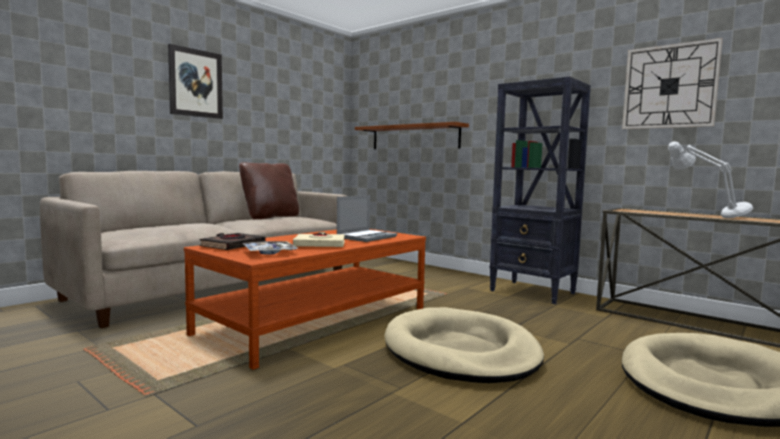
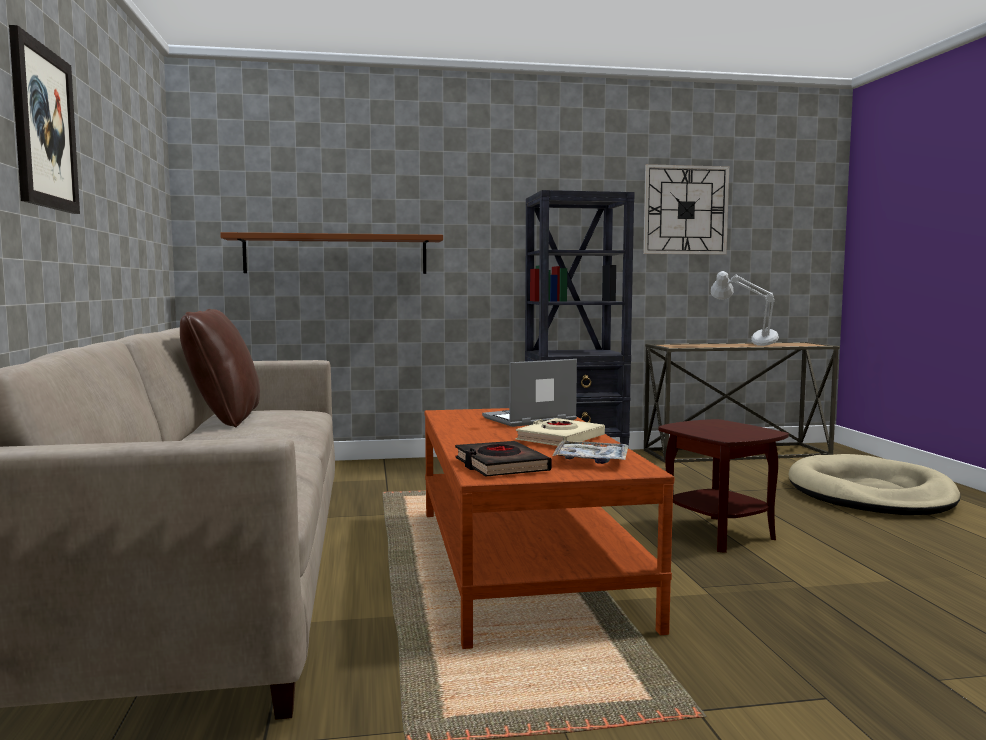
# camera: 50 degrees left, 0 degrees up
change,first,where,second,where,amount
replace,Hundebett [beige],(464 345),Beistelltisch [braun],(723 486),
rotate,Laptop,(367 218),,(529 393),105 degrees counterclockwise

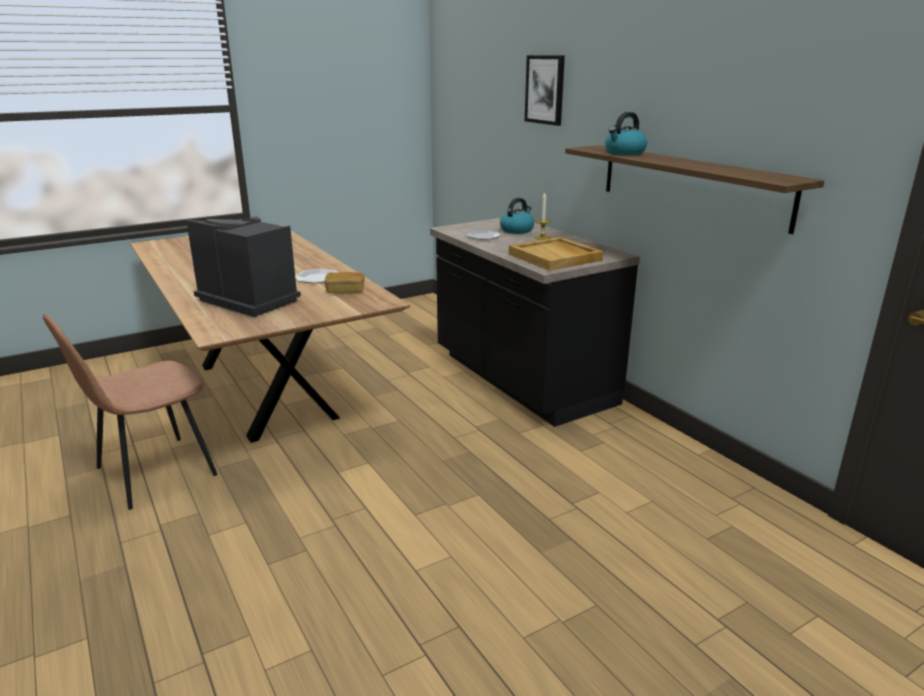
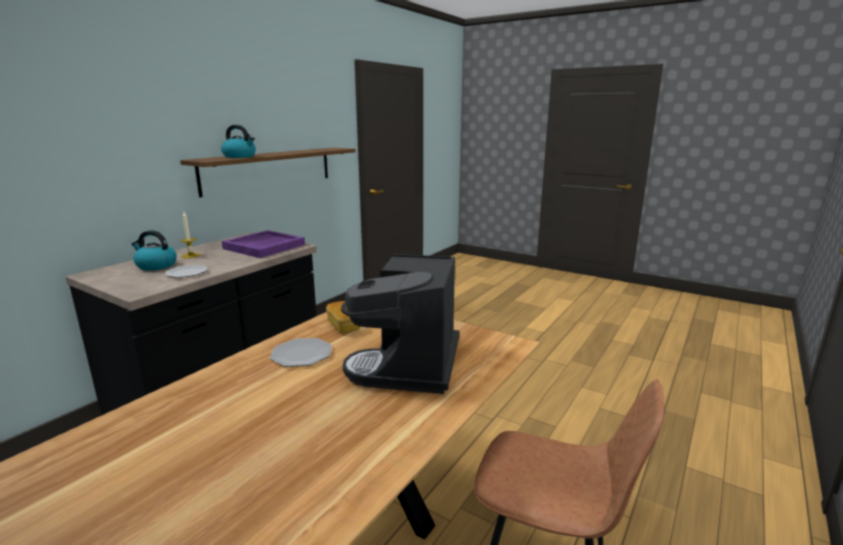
# camera: 115 degrees left, 5 degrees down
change,first,where,second,where,amount
delete,Bild,(545 90),,,
recolor,Tablett [beige],(556 254),Tablett [lila],(263 244),

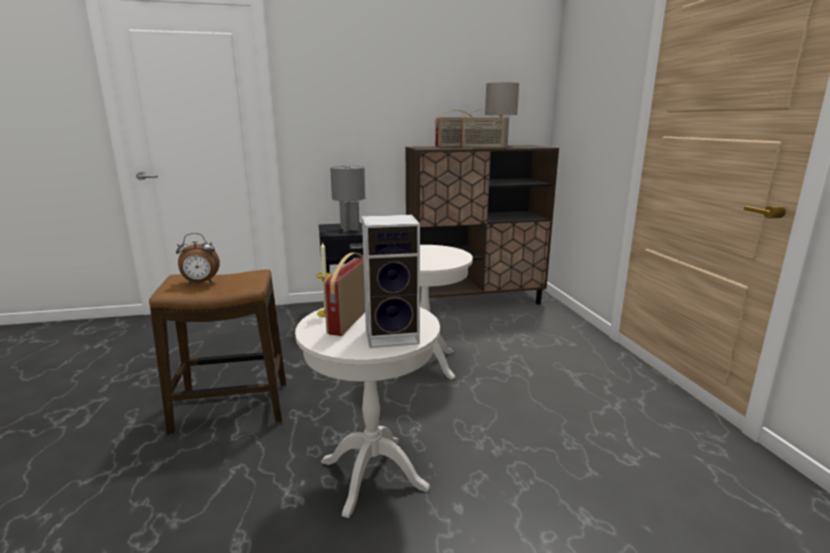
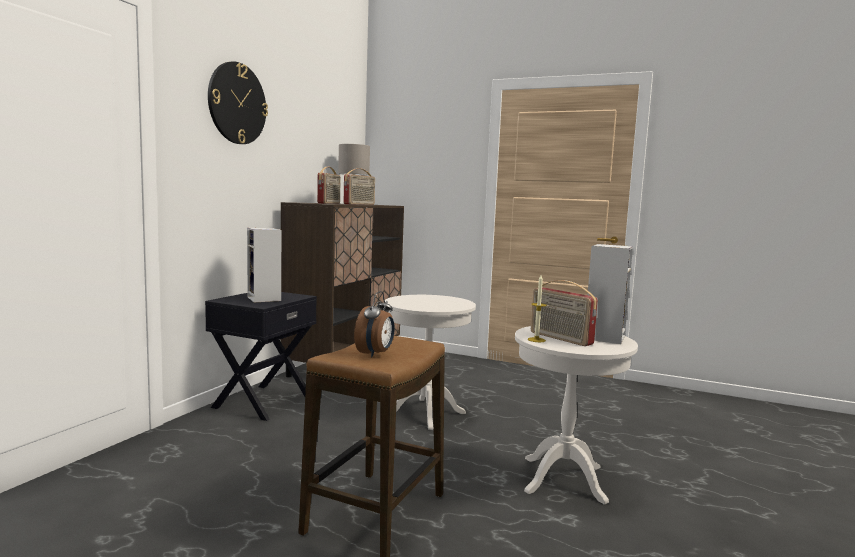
# camera: 55 degrees left, 10 degrees down
change,first,where,second,where,amount
insert,,,Wanduhr,(238 102),
replace,Tischlampe [grau],(348 199),Lautsprecher,(264 265),

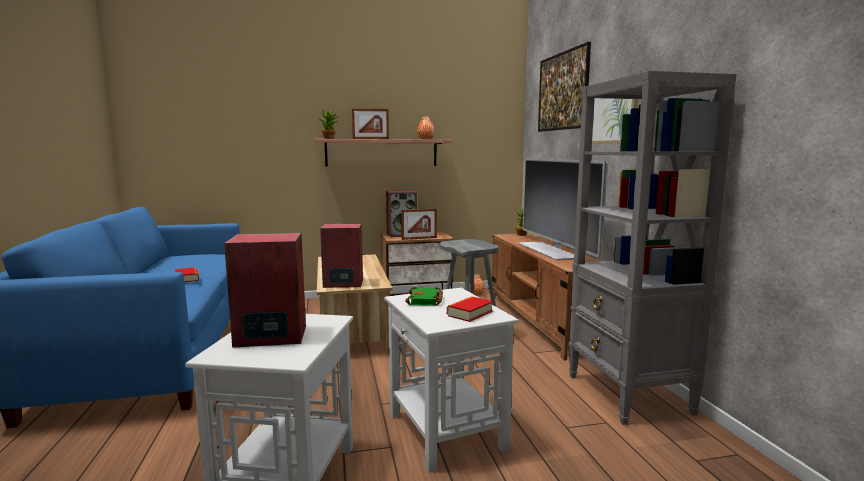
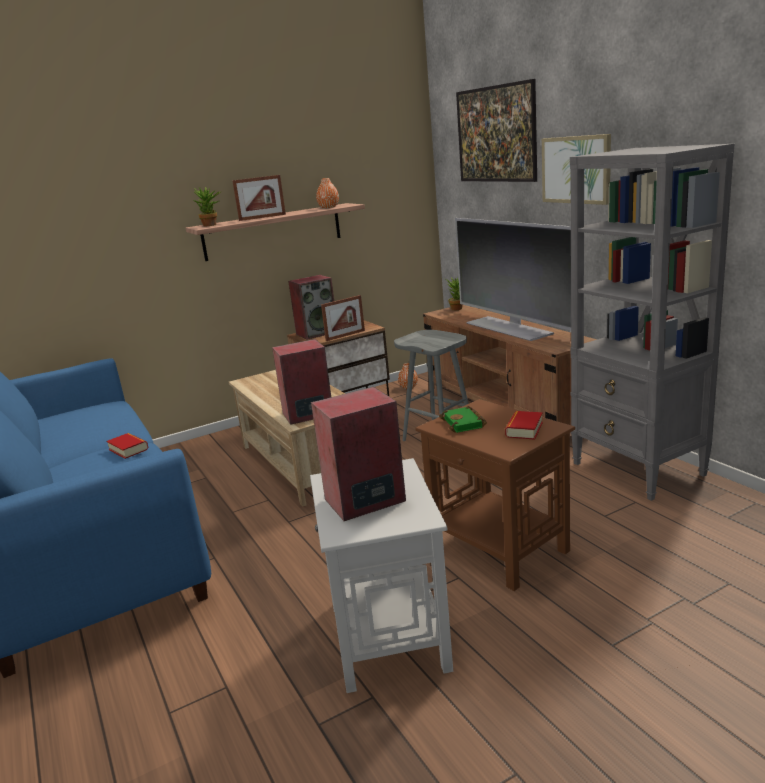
# camera: 15 degrees left, 10 degrees up
change,first,where,second,where,amount
recolor,Beistelltisch [weiß],(451 380),Beistelltisch [braun],(495 495),

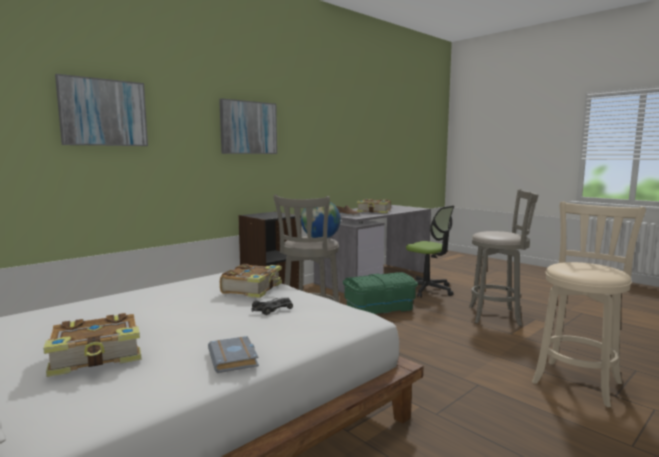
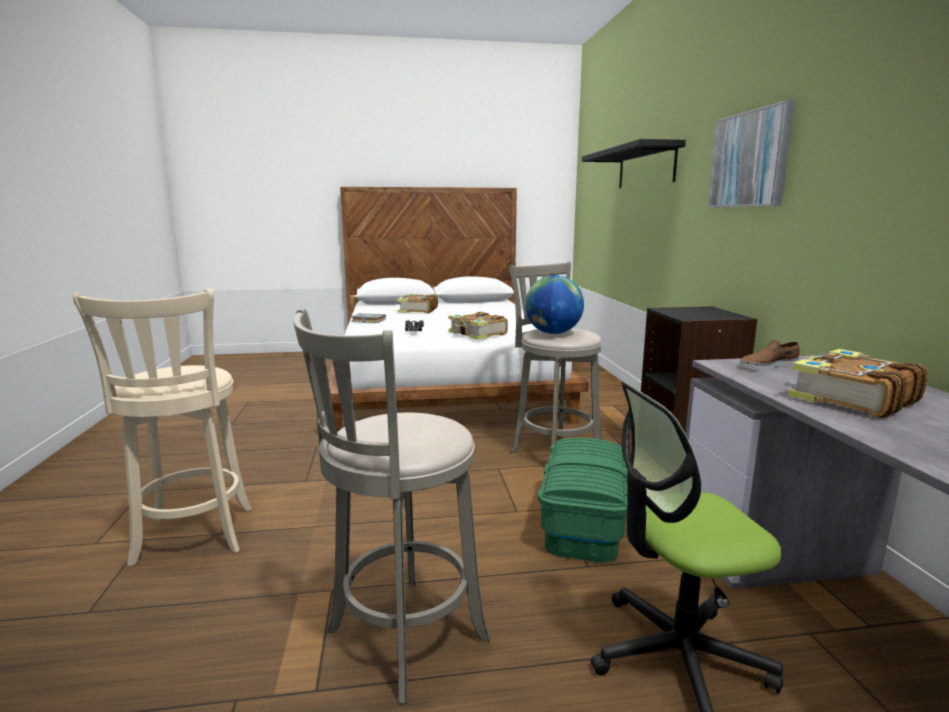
# camera: 125 degrees right, 5 degrees up
change,first,where,second,where,amount
replace,Bild,(101 110),Wandregal [schwarz],(634 163),

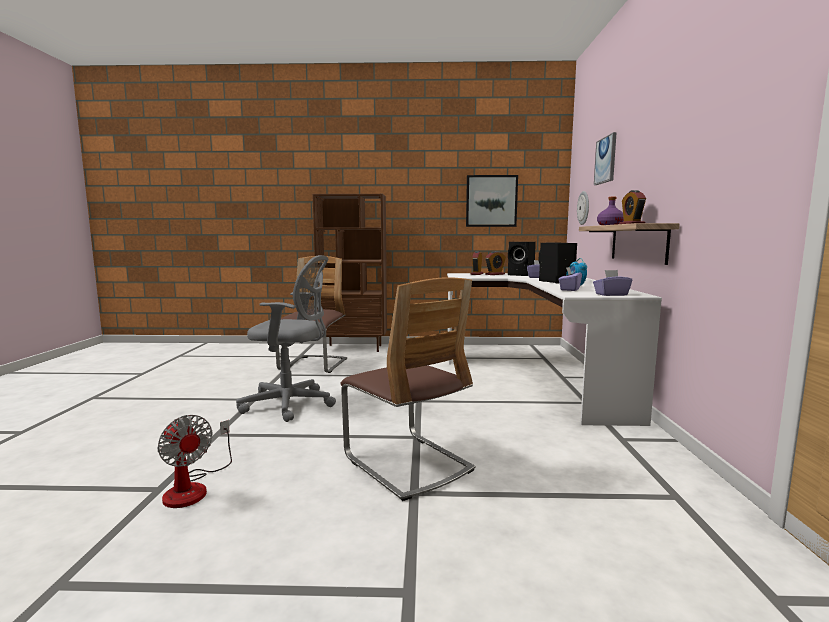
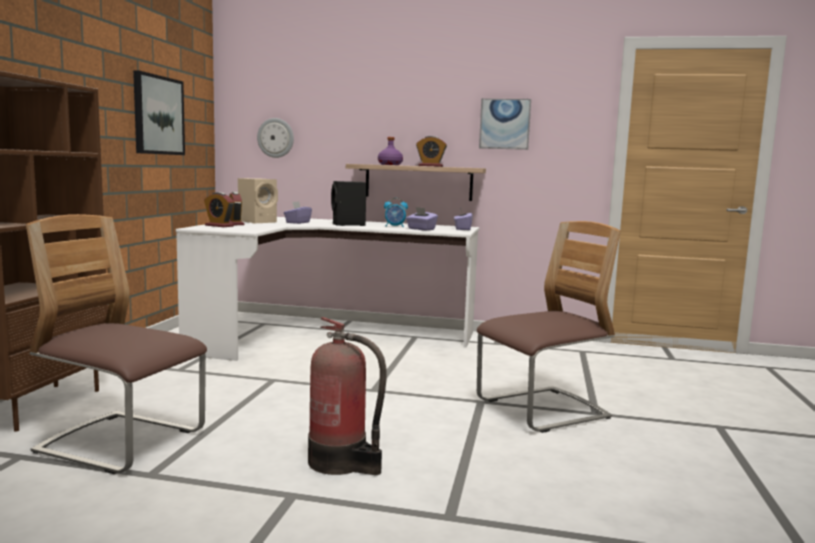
# camera: 80 degrees left, 0 degrees up
change,first,where,second,where,amount
delete,Ventilator,(194 461),,,
move,Bild,(605 158),,(505 124),
replace,Bürostuhl [grau],(286 338),Feuerlöscher,(347 396),
recolor,Lautsprecher [schwarz],(522 259),Lautsprecher [beige],(258 200),

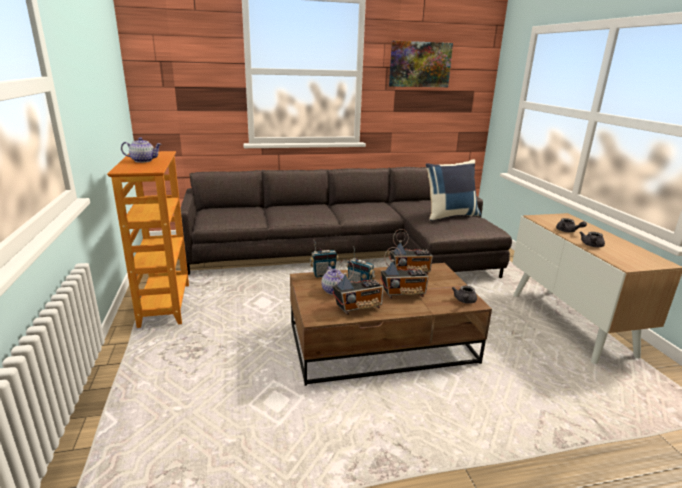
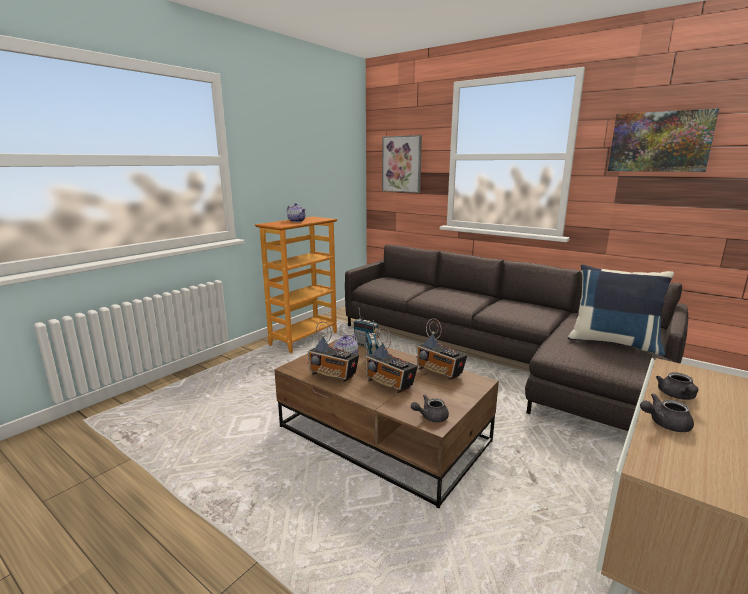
# camera: 50 degrees right, 5 degrees down
change,first,where,second,where,amount
insert,,,Bild,(402 164),

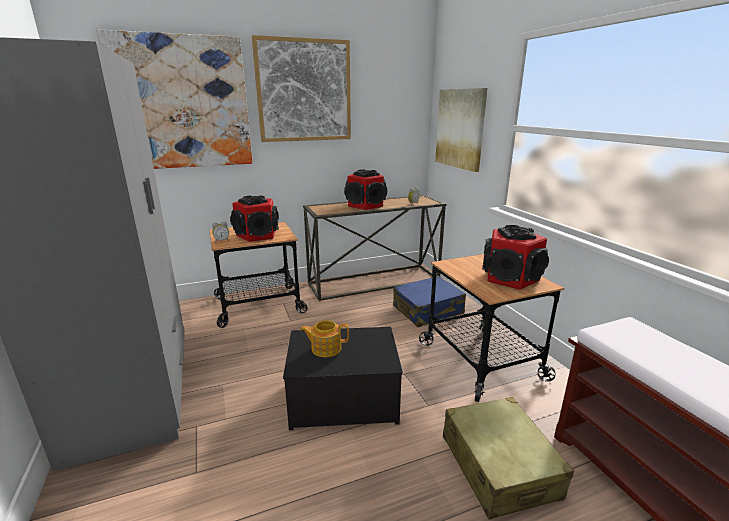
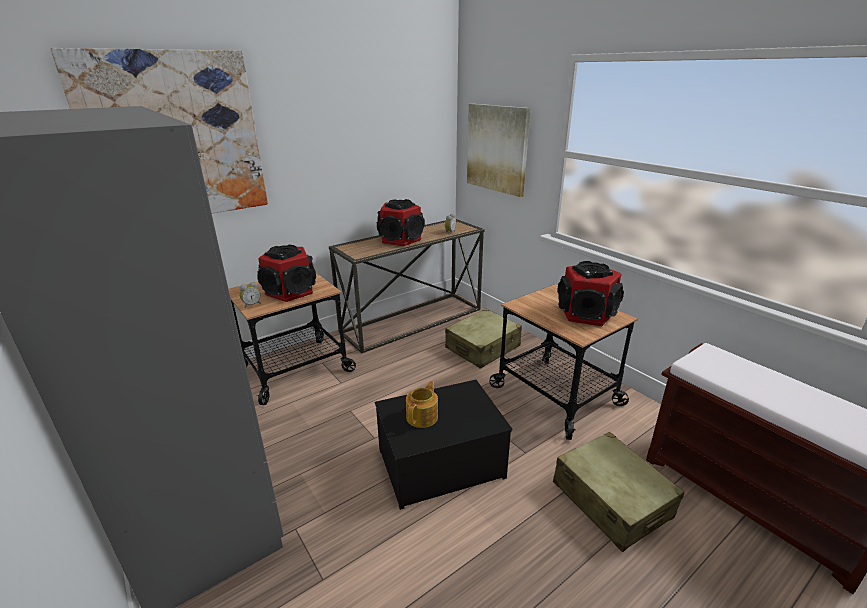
# camera: 15 degrees left, 5 degrees up
change,first,where,second,where,amount
delete,Bild,(301 88),,,
recolor,Koffer [blau],(429 301),Koffer [beige],(483 339),
rotate,Teekanne,(324 338),,(422 404),135 degrees clockwise

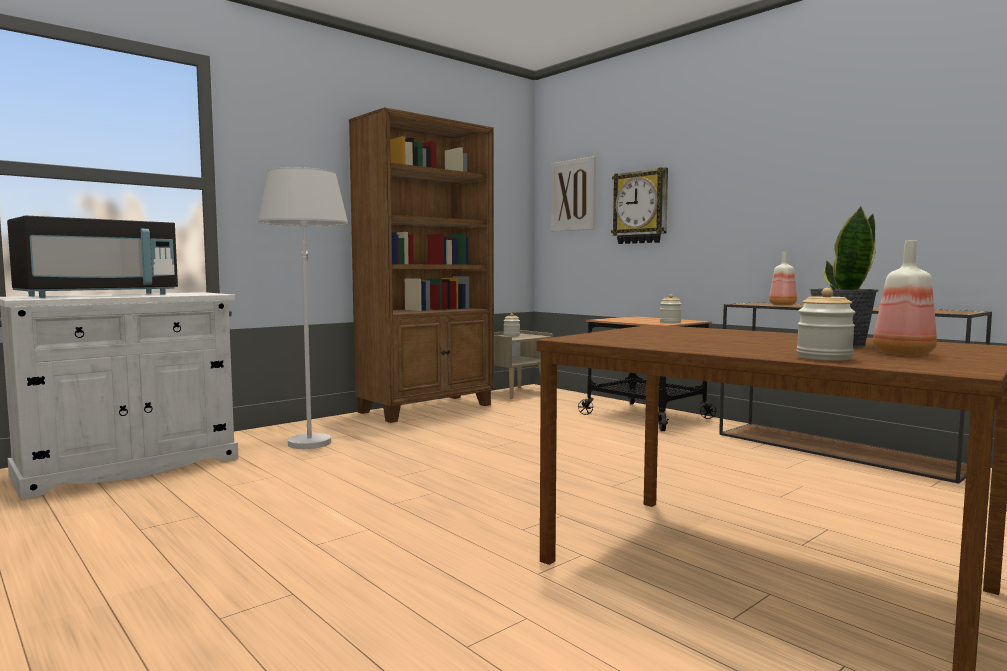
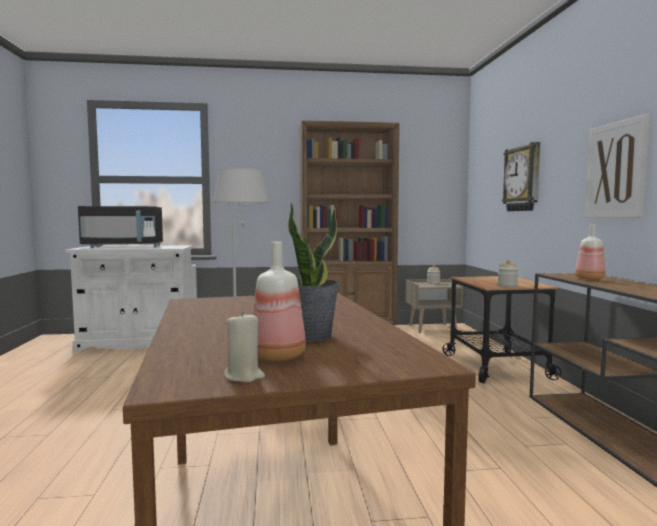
# camera: 35 degrees right, 0 degrees up
change,first,where,second,where,amount
delete,Vorratsglas,(826 324),,,
insert,,,Kerze [beige],(244 346),
move,Bild,(573 194),,(617 166),

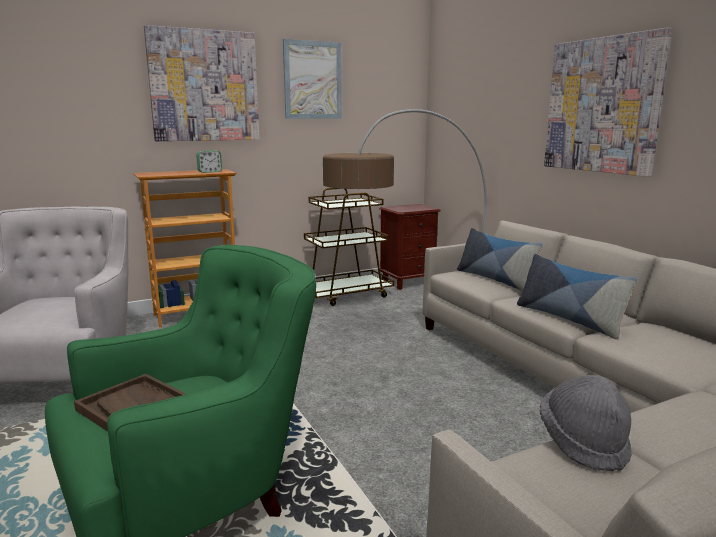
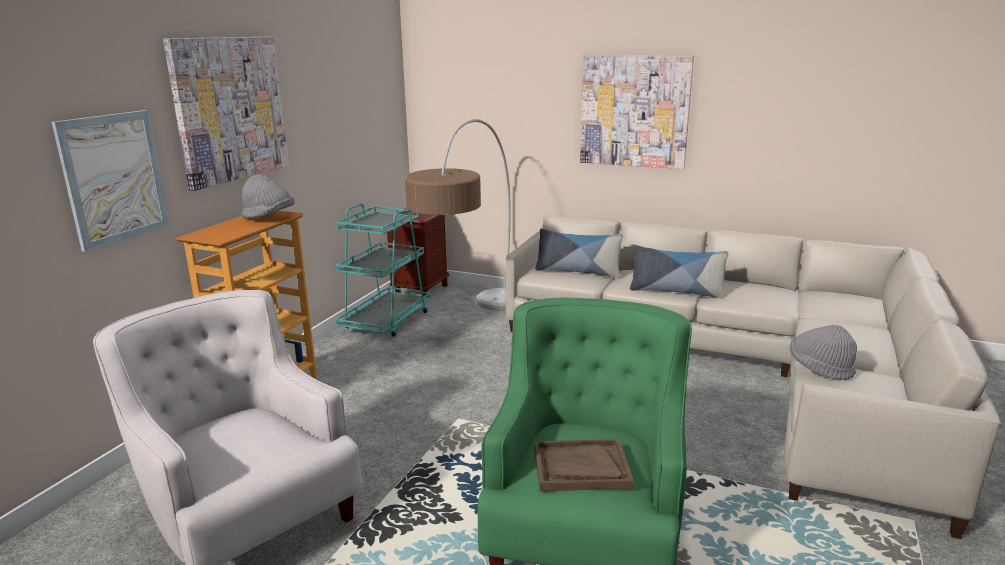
# camera: 40 degrees left, 5 degrees up
change,first,where,second,where,amount
move,Bild,(312 79),,(110 181),
replace,Wecker,(209 162),Hut [grau],(268 196),
recolor,Rollwagen [braun],(349 247),Rollwagen [türkis],(383 270),

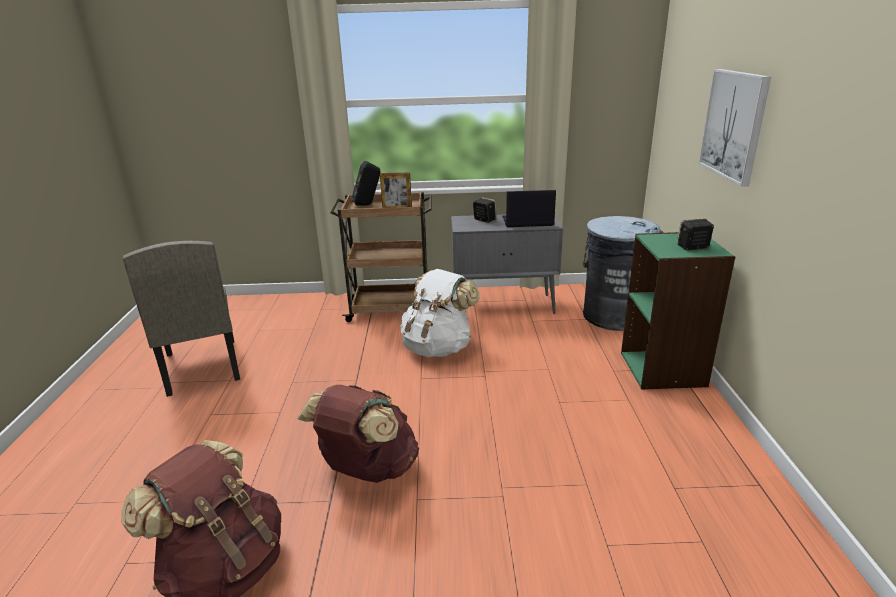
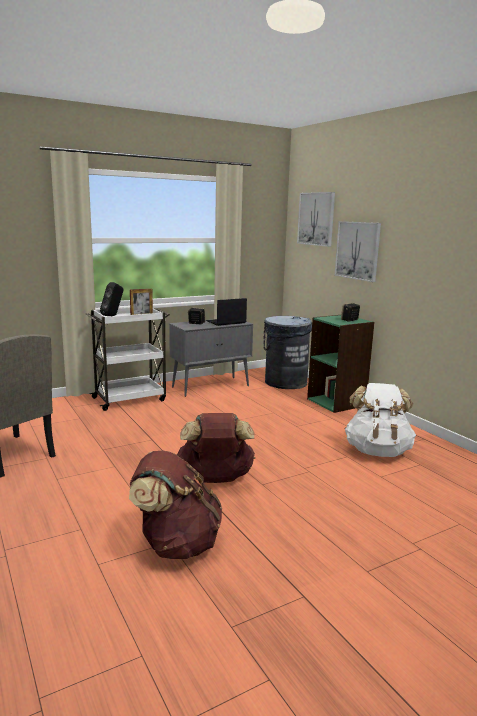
# camera: 30 degrees left, 10 degrees down
change,first,where,second,where,amount
insert,,,Bild,(316 219),
move,Rucksack [weiß],(440 313),,(380 420),
recolor,Rollwagen [braun],(381 257),Rollwagen [weiß],(128 359),

